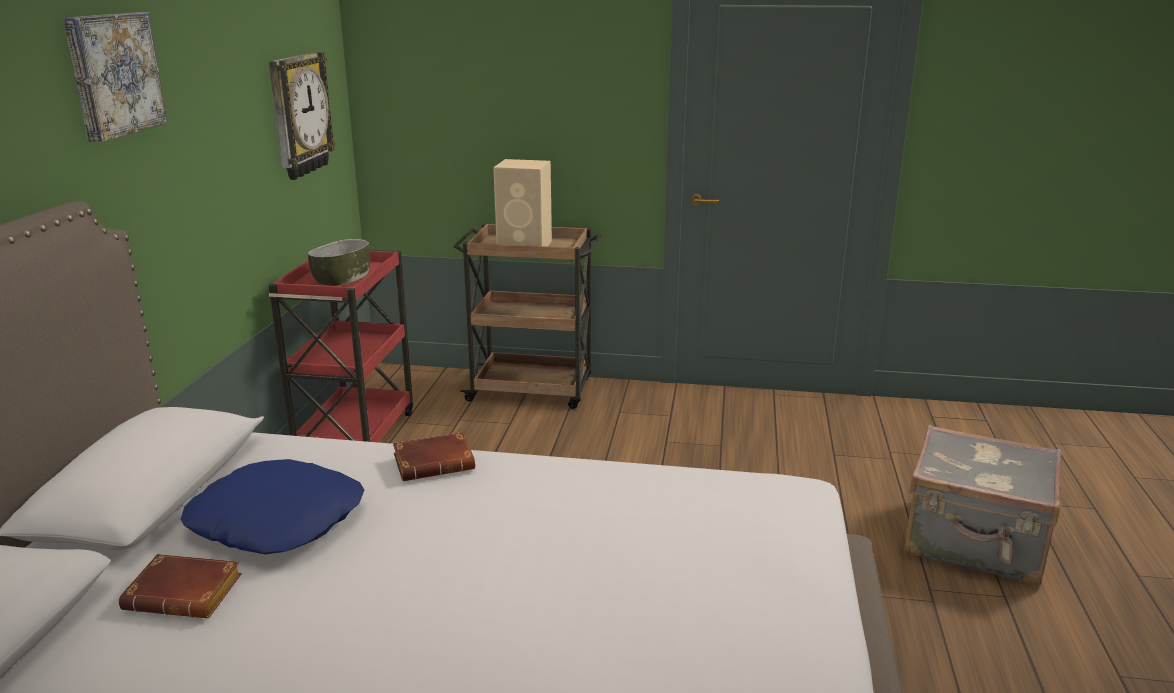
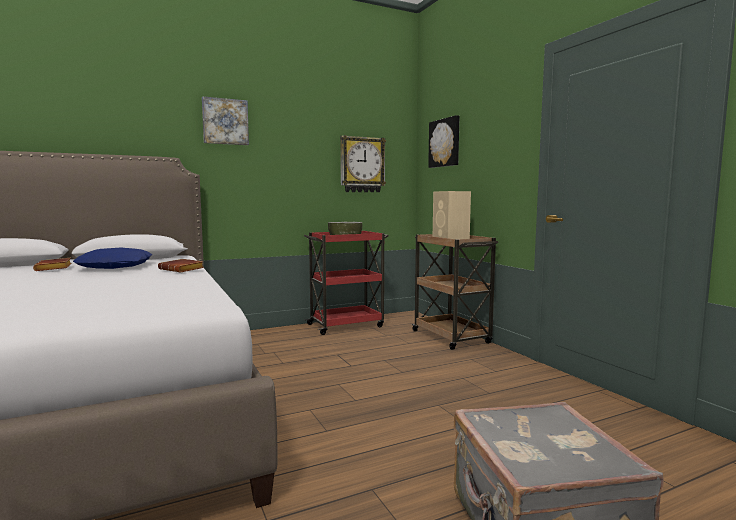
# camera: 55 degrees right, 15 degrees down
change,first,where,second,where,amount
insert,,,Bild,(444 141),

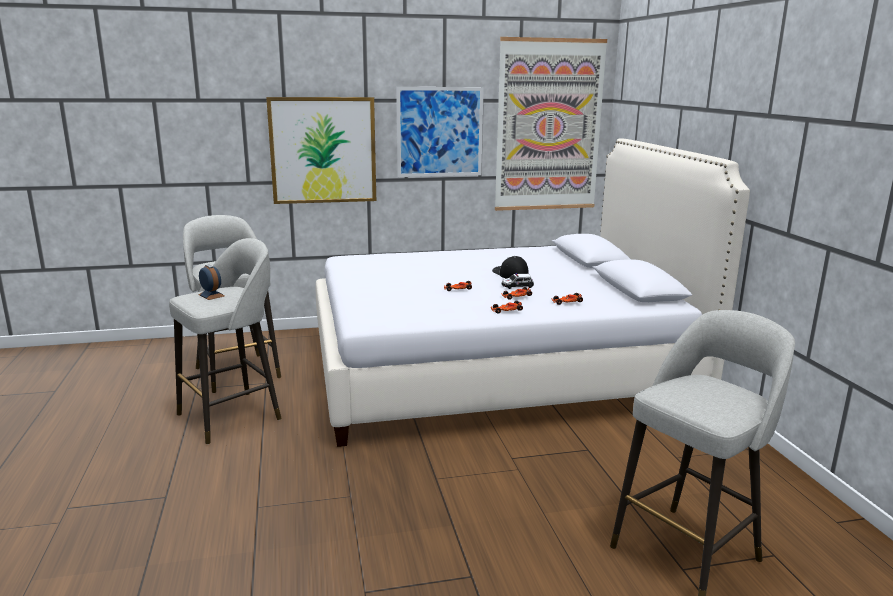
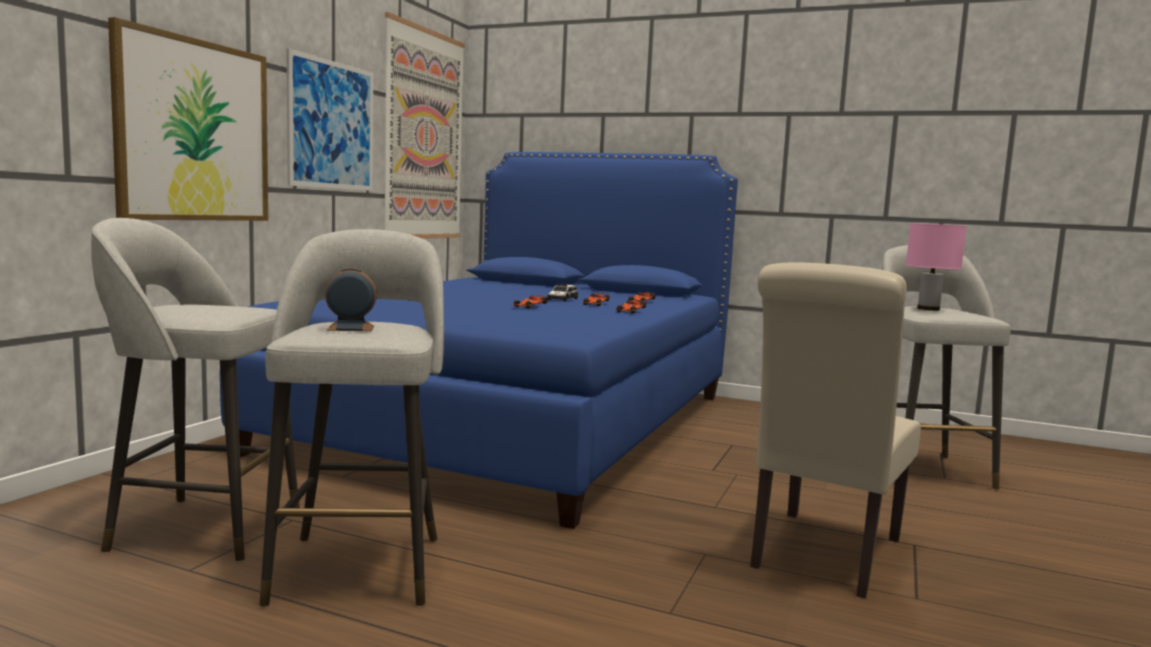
# camera: 55 degrees left, 10 degrees down
change,first,where,second,where,amount
delete,Kappe,(510 267),,,
insert,,,Stuhl [beige],(835 430),
insert,,,Tischlampe [rosa],(936 267),
recolor,Bett [weiß],(533 292),Bett [blau],(479 340),

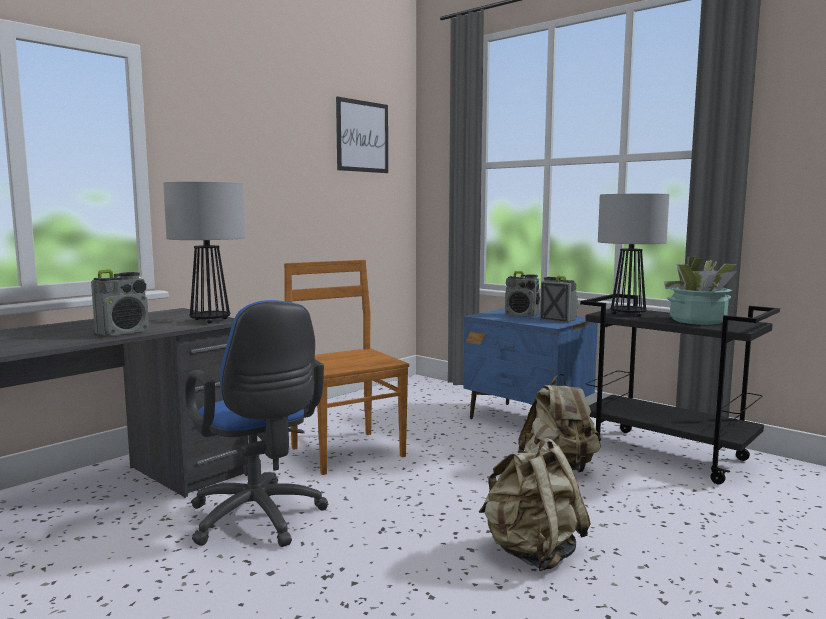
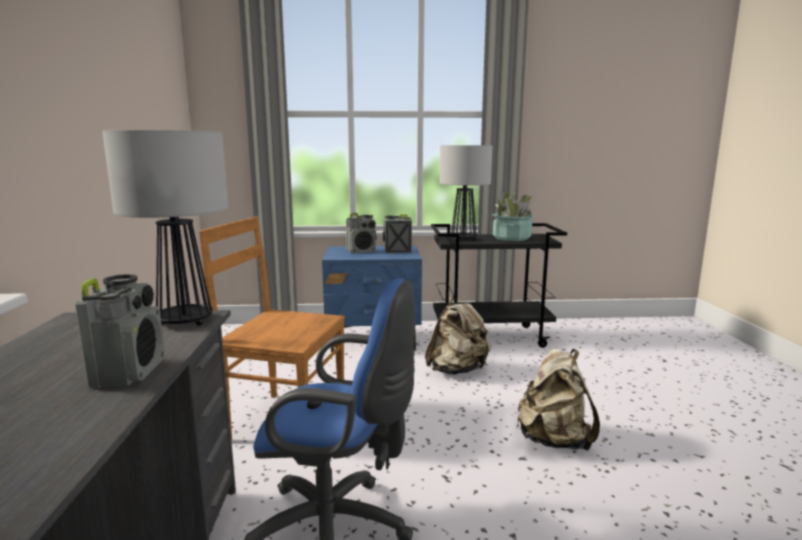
# camera: 45 degrees left, 5 degrees up
change,first,where,second,where,amount
delete,Bild,(362 134),,,

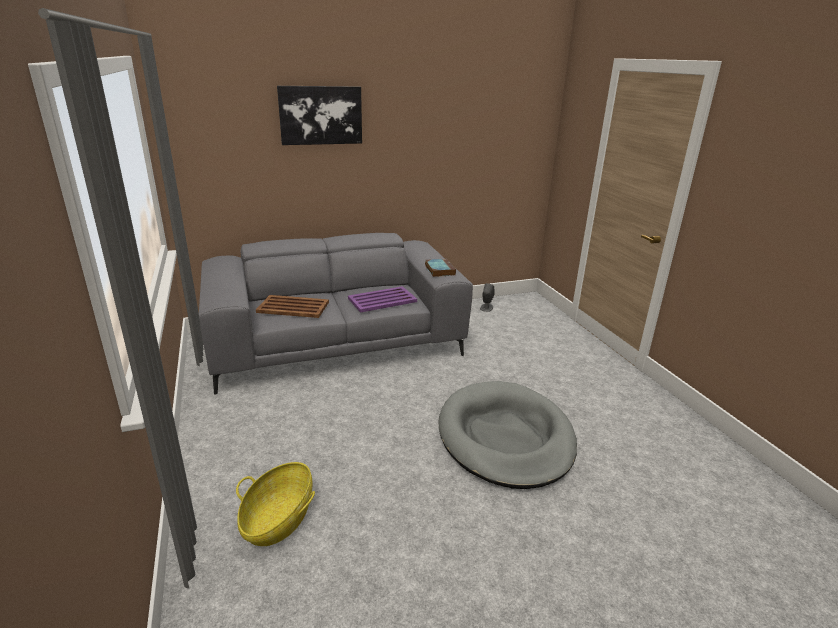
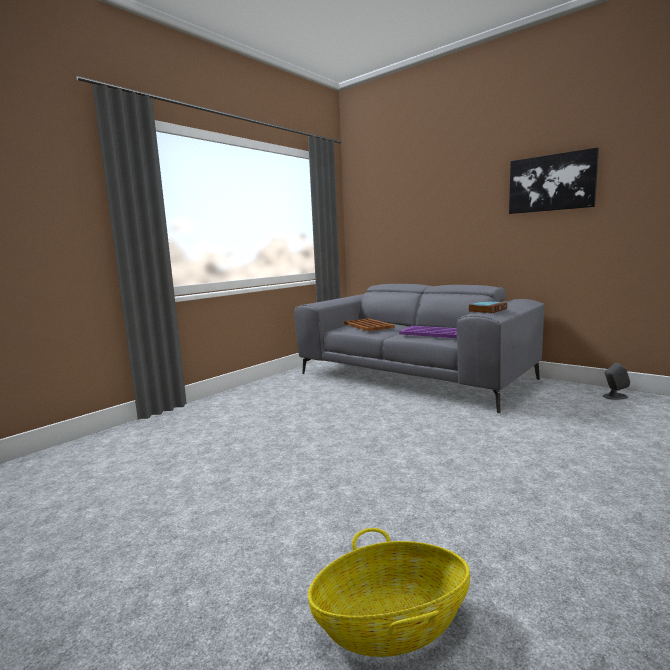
# camera: 60 degrees right, 15 degrees down
change,first,where,second,where,amount
delete,Hundebett [grau],(508 435),,,
move,Korb,(275 504),,(389 592),
move,Bild,(319 115),,(554 180),

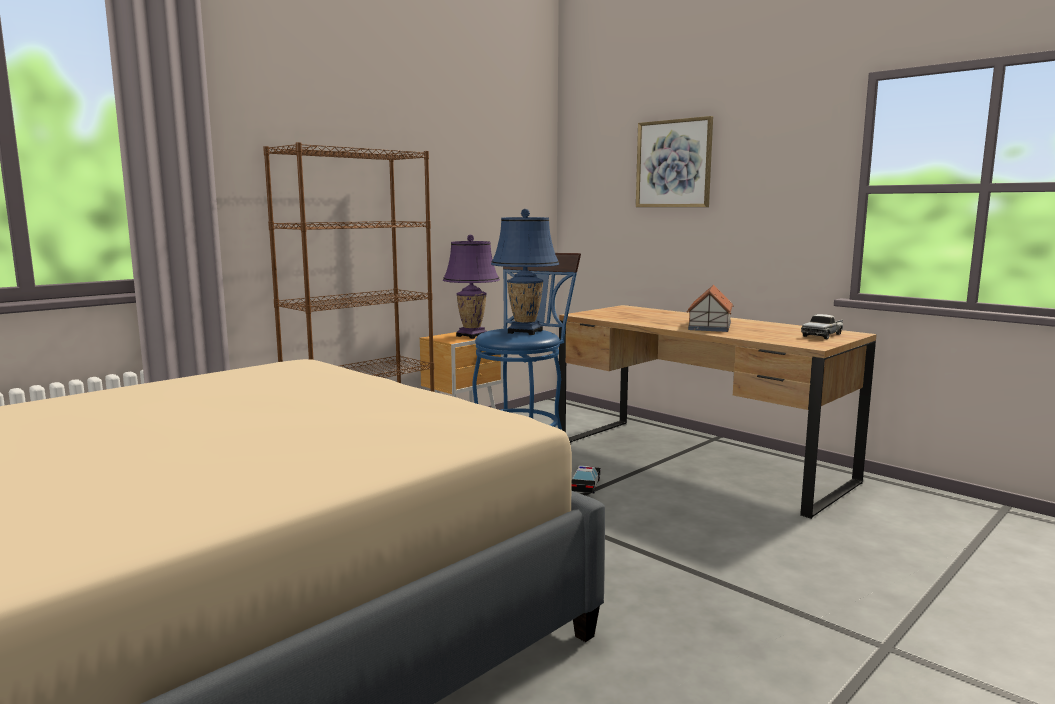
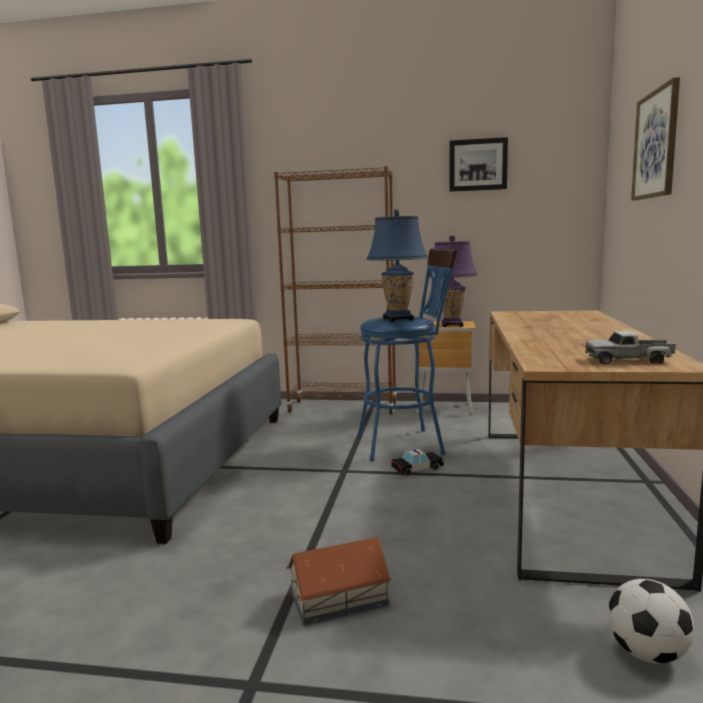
# camera: 55 degrees right, 0 degrees up
change,first,where,second,where,amount
insert,,,Bild,(479 164),
insert,,,Fußball,(651 621),
move,Spielzeughaus,(710 308),,(339 581),

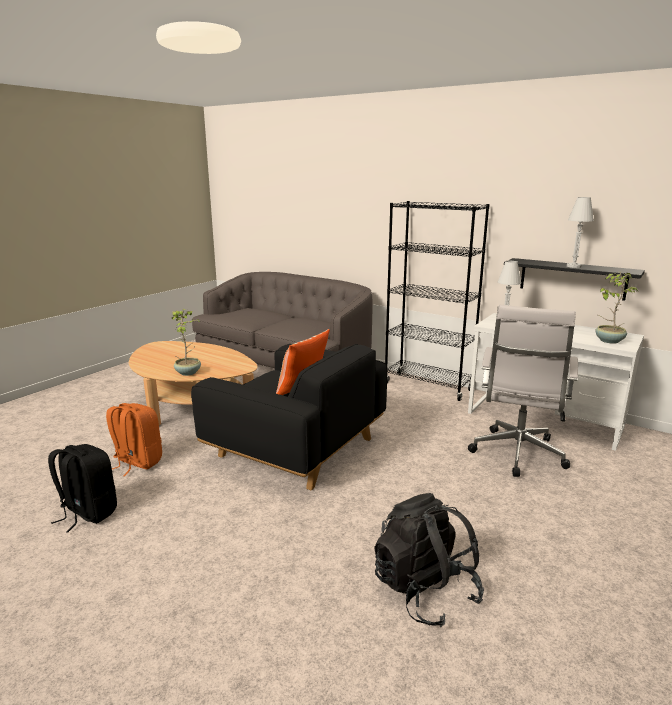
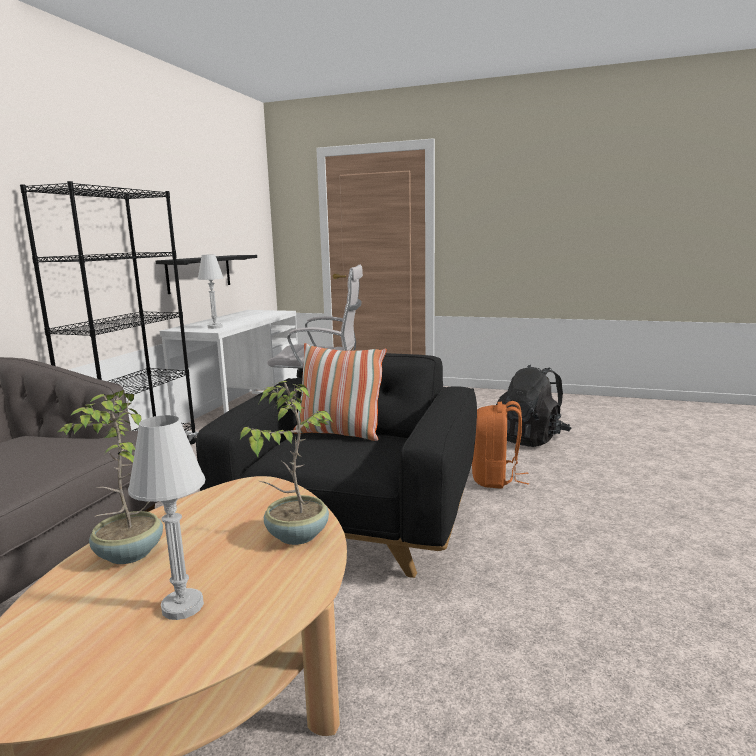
# camera: 105 degrees left, 5 degrees down
change,first,where,second,where,amount
delete,Rucksack [schwarz],(82 488),,,
move,Rucksack [orange],(134 439),,(500 445),
move,Tischlampe [weiß],(580 232),,(166 517),
move,Topfpflanze,(616 307),,(110 477),

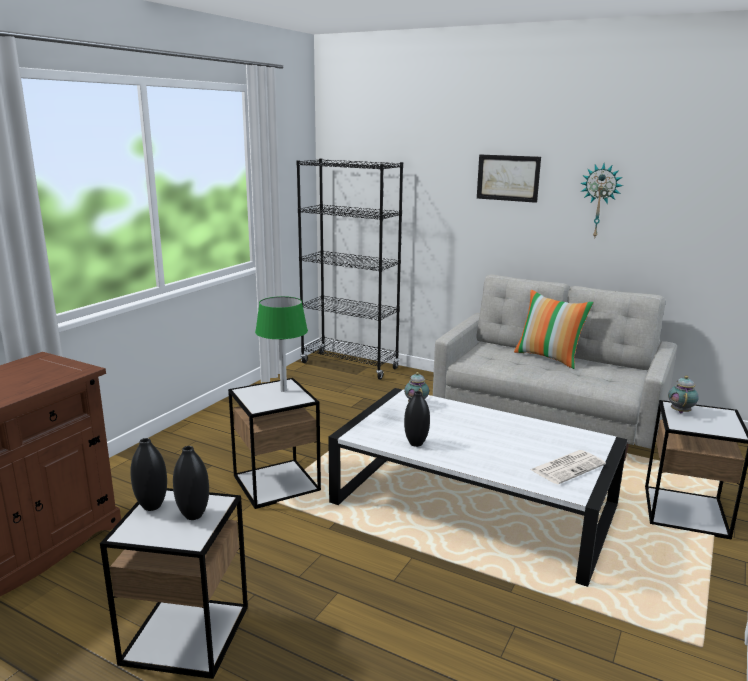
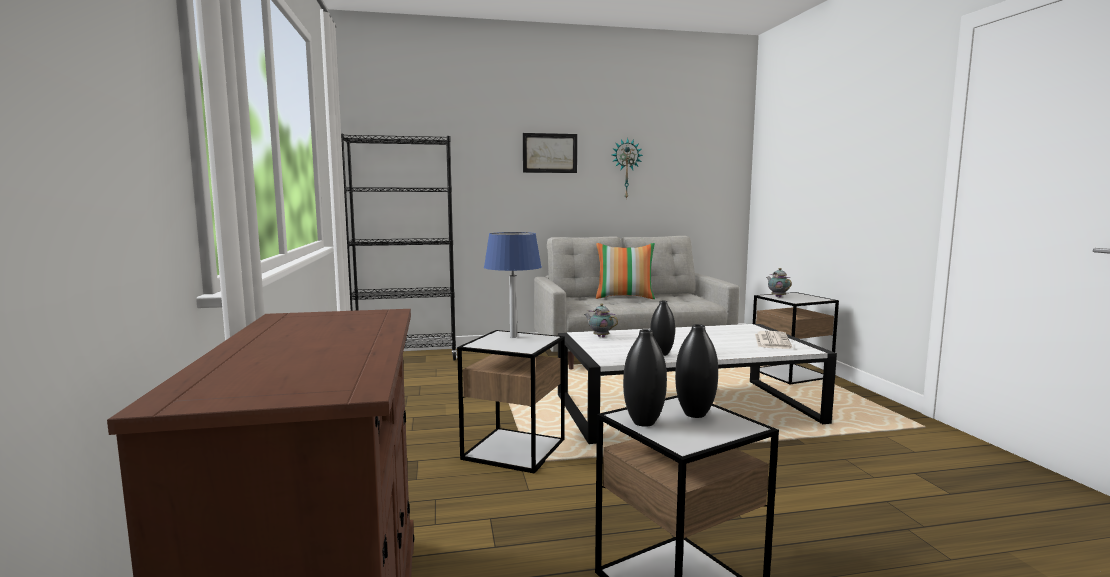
# camera: 40 degrees left, 10 degrees down
change,first,where,second,where,amount
recolor,Tischlampe [grün],(281 344),Tischlampe [blau],(513 285),

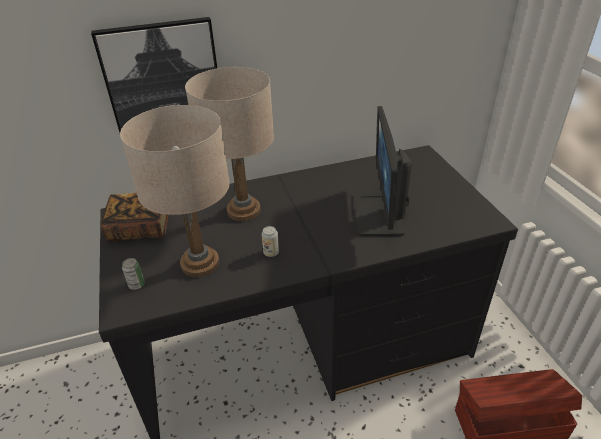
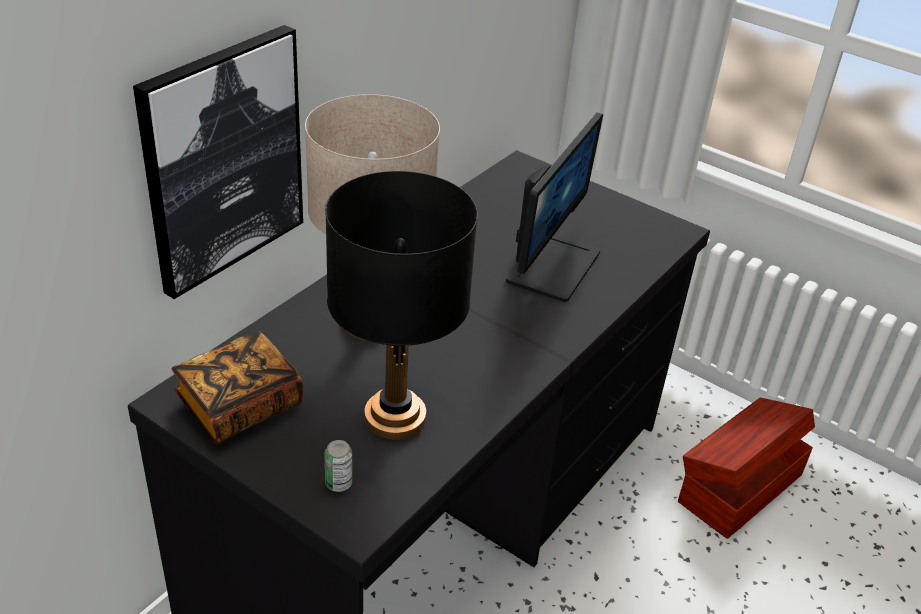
# camera: 40 degrees left, 0 degrees up
change,first,where,second,where,amount
delete,Dose,(270 241),,,
recolor,Tischlampe [beige],(175 191),Tischlampe [schwarz],(401 305),
rotate,Monitor,(383 171),,(554 207),120 degrees counterclockwise

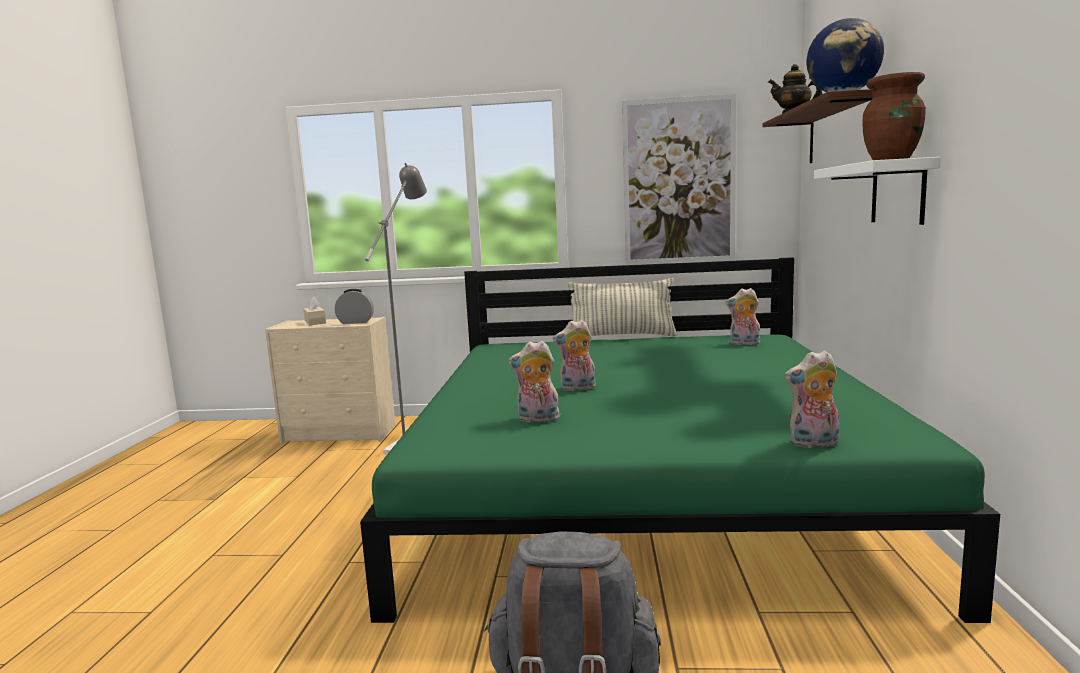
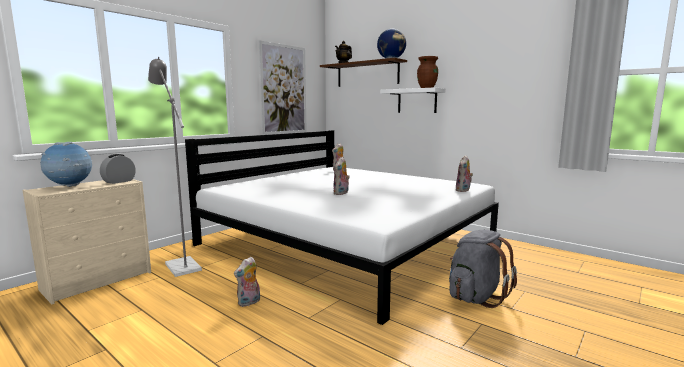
# camera: 55 degrees left, 0 degrees up
change,first,where,second,where,amount
delete,Kissen,(623 307),,,
move,Plüschtier,(534 382),,(247 281),
replace,Taschentuchbox [beige],(314 311),Globus,(66 164),
recolor,Bett [grün],(680 440),Bett [weiß],(342 227),

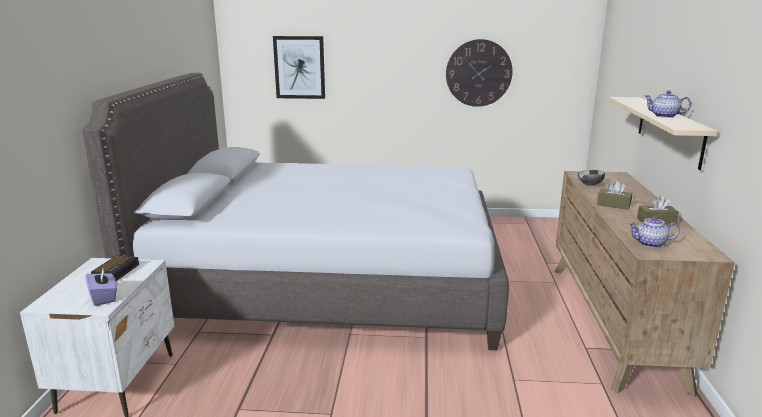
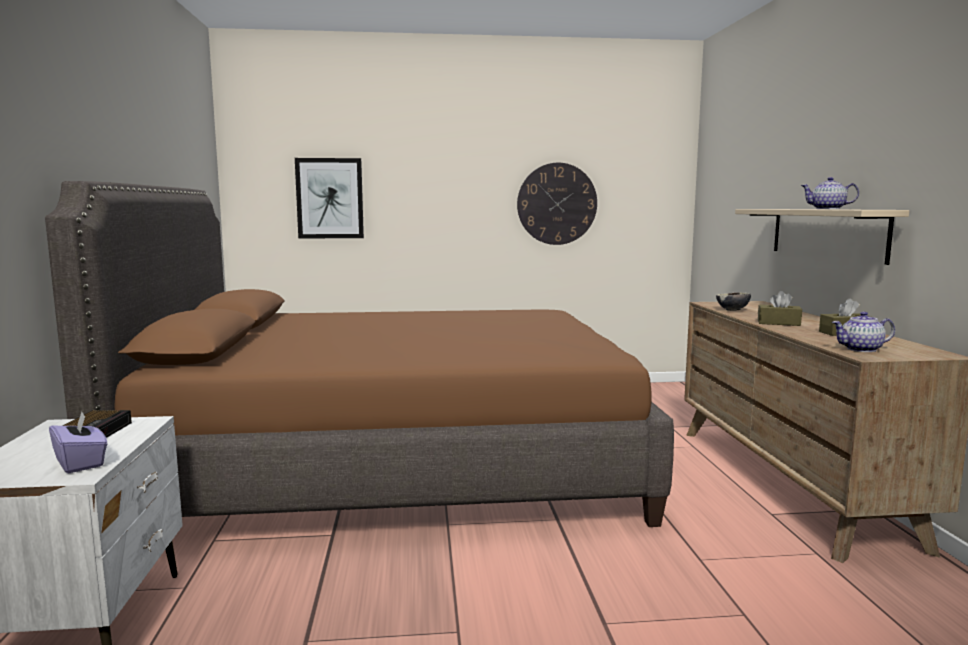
# camera: 10 degrees left, 10 degrees down
change,first,where,second,where,amount
recolor,Bett [grau],(295 212),Bett [braun],(359 354),

